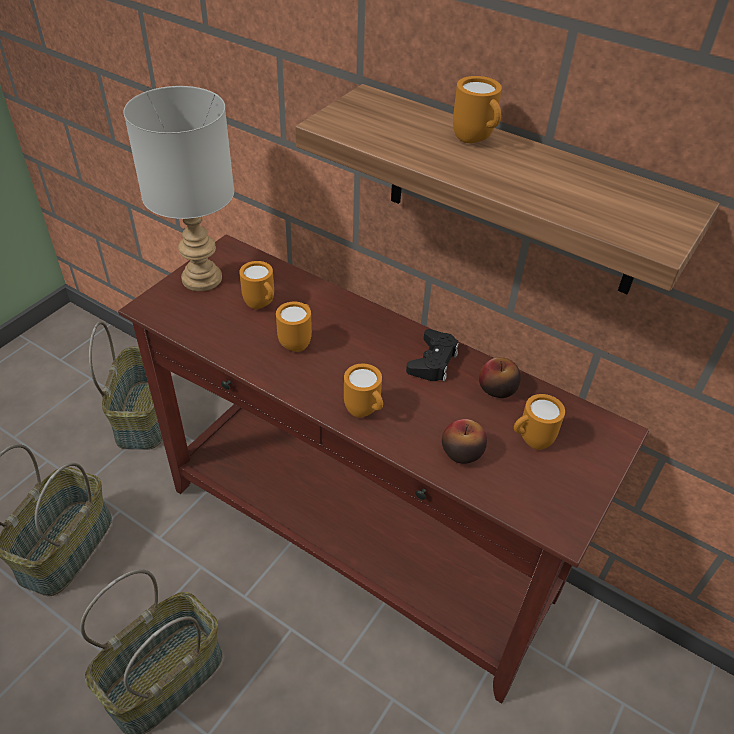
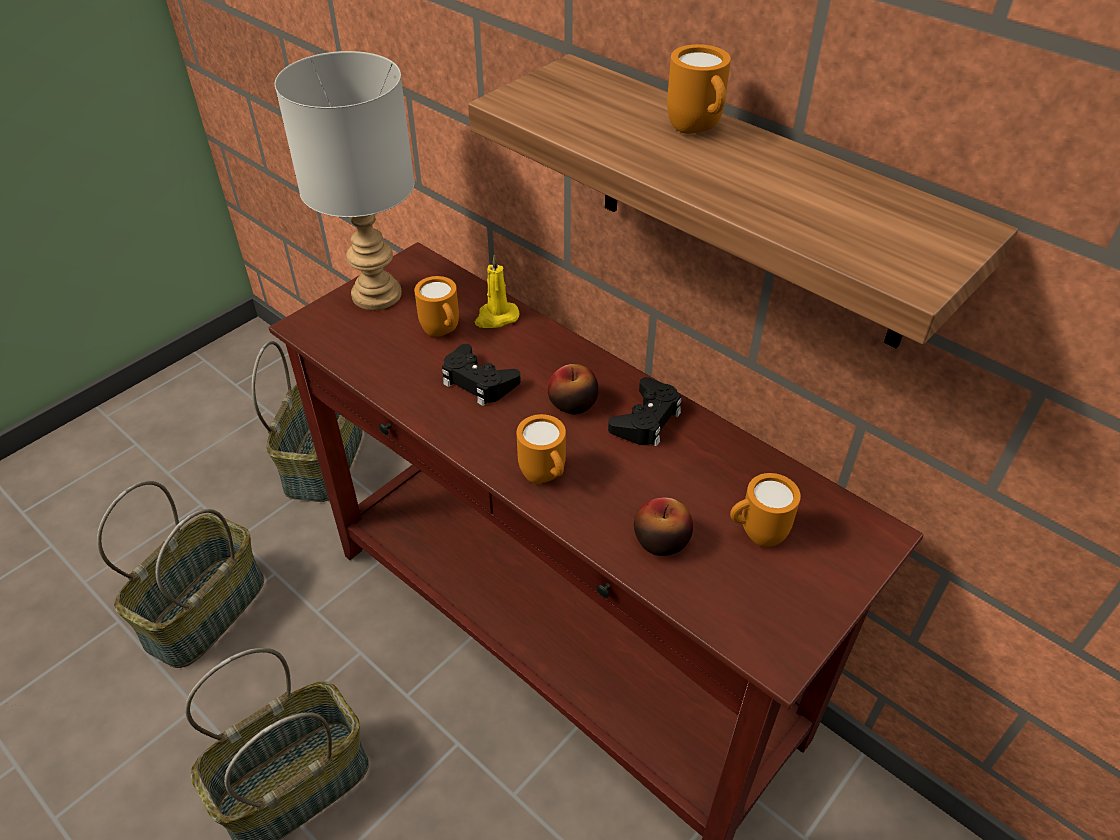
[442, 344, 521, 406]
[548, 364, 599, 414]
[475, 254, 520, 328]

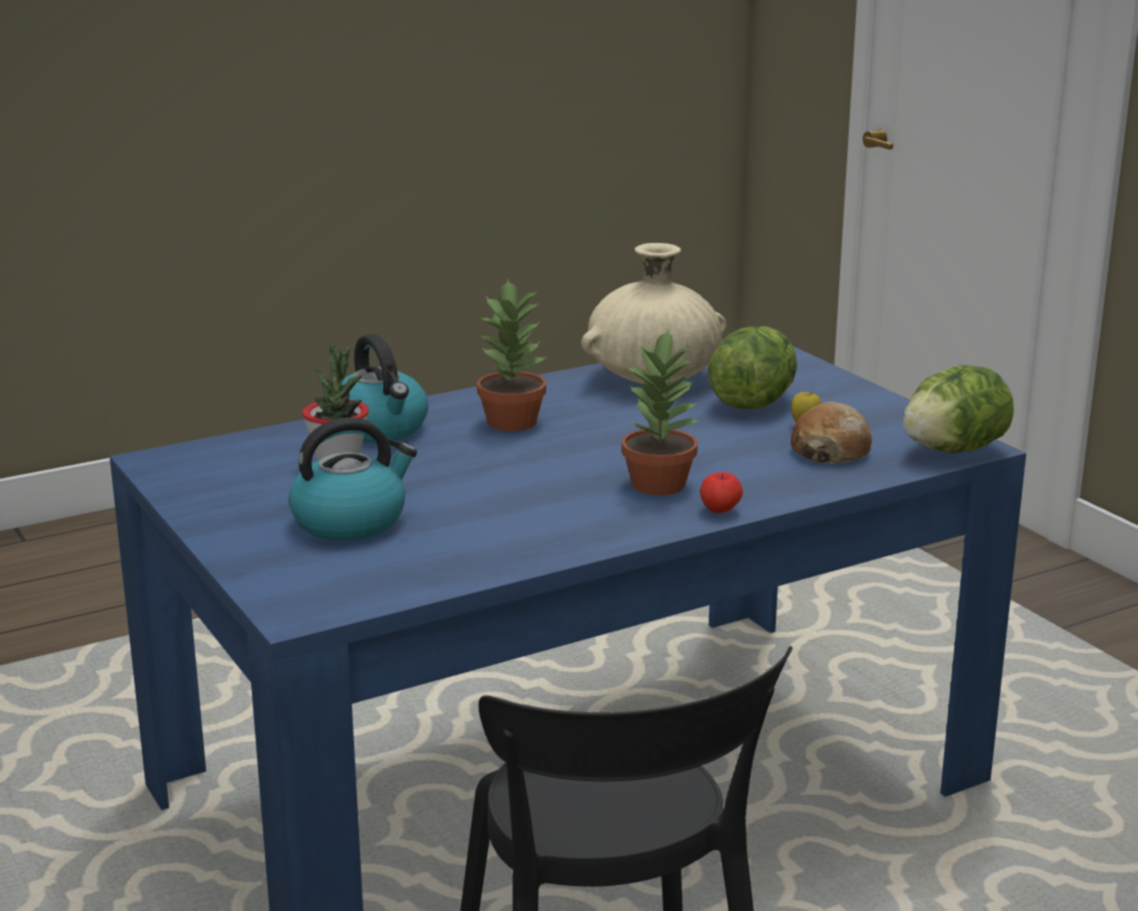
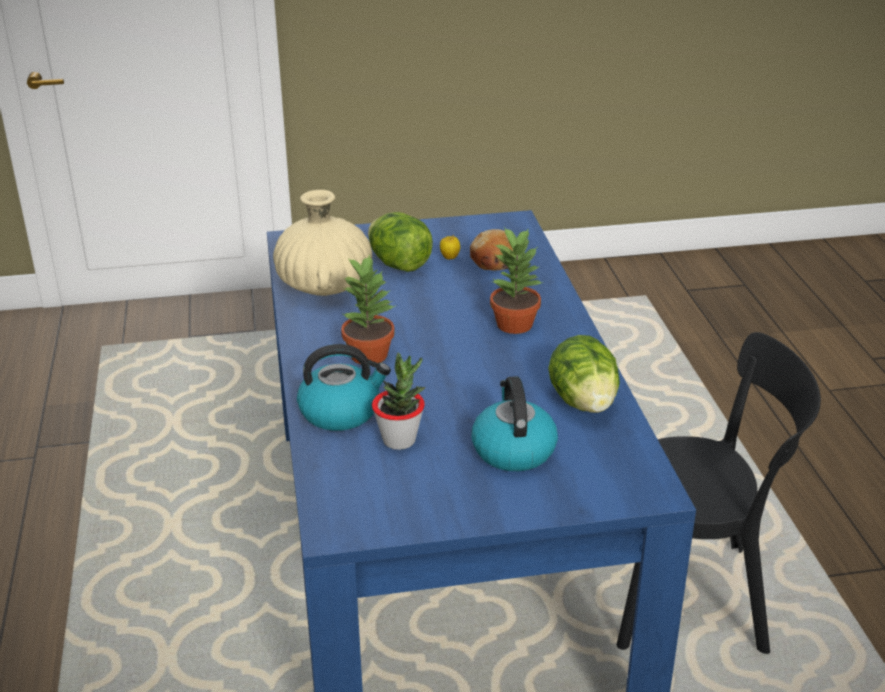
[700, 472, 743, 513] (first image)
[548, 335, 620, 413]

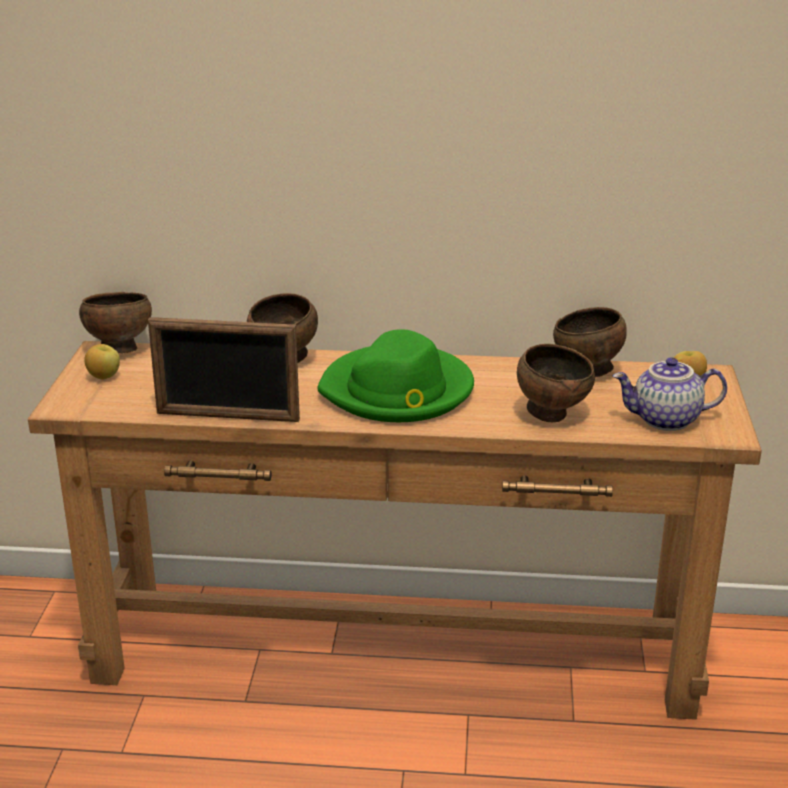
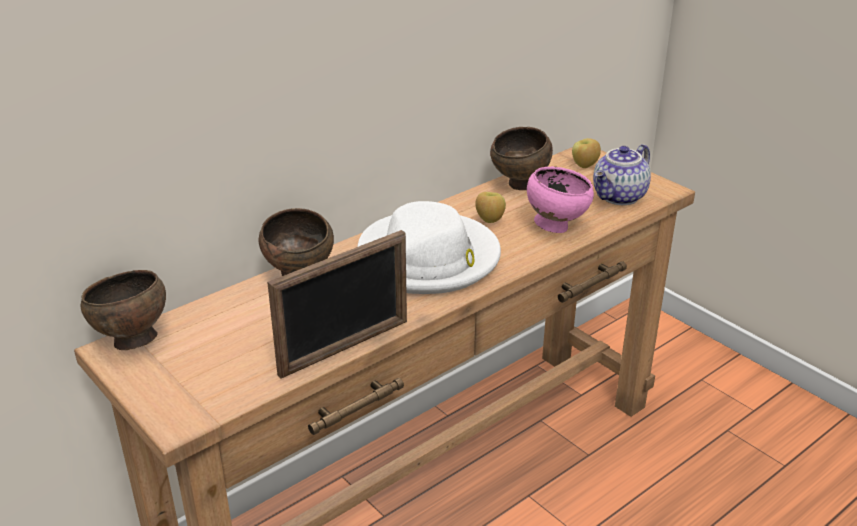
[475, 192, 506, 223]
[358, 201, 501, 294]
[527, 166, 594, 233]

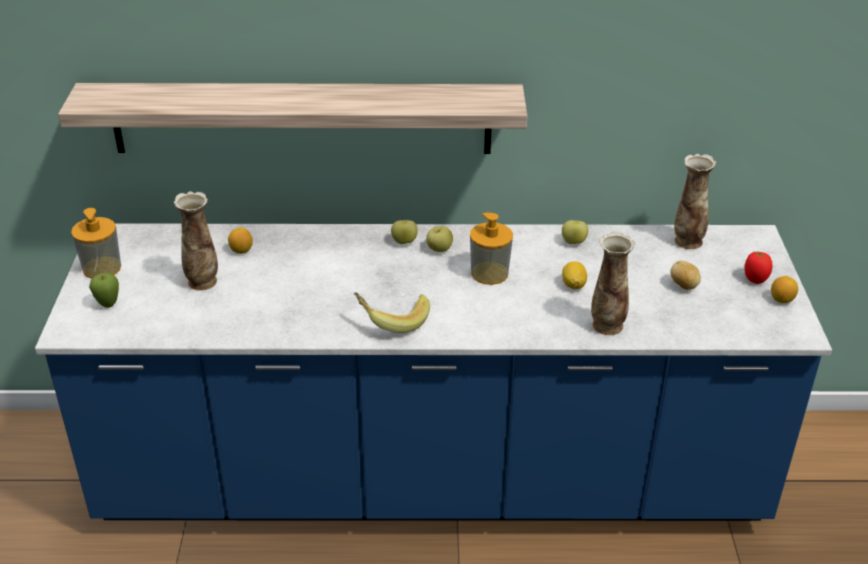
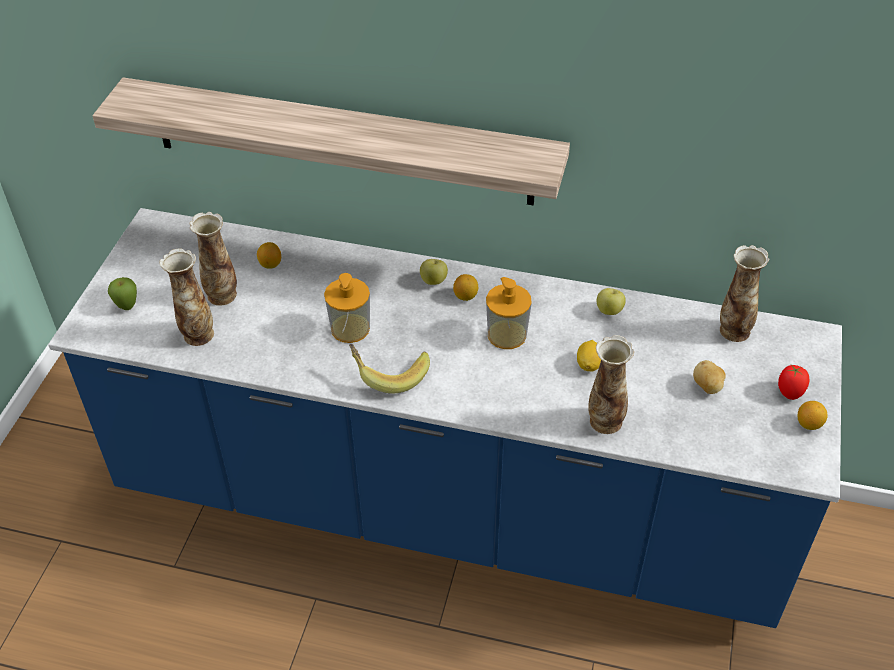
[324, 273, 370, 343]
[453, 274, 478, 301]
[159, 248, 214, 346]

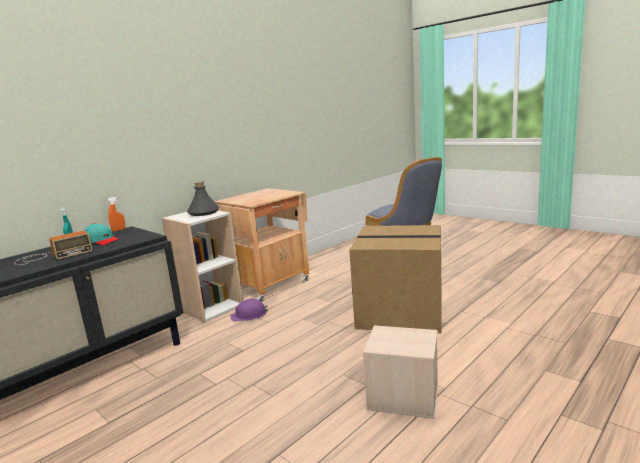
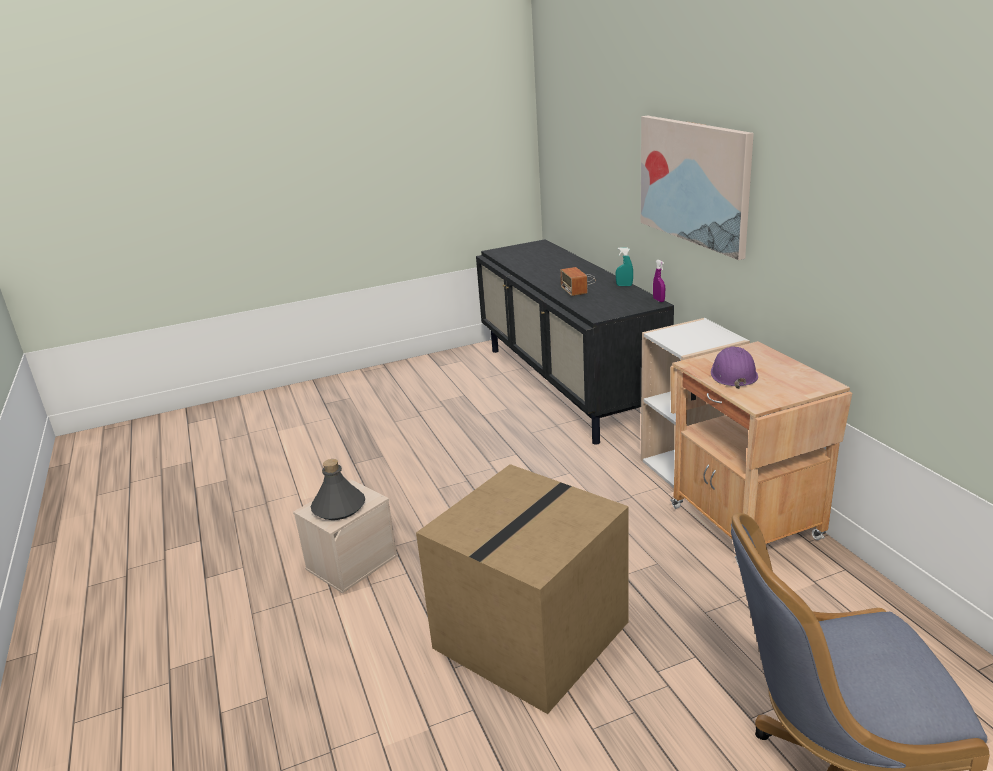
[84, 223, 120, 245] (first image)
[653, 260, 665, 302]
[311, 459, 365, 520]
[711, 346, 758, 389]
[641, 116, 754, 260]

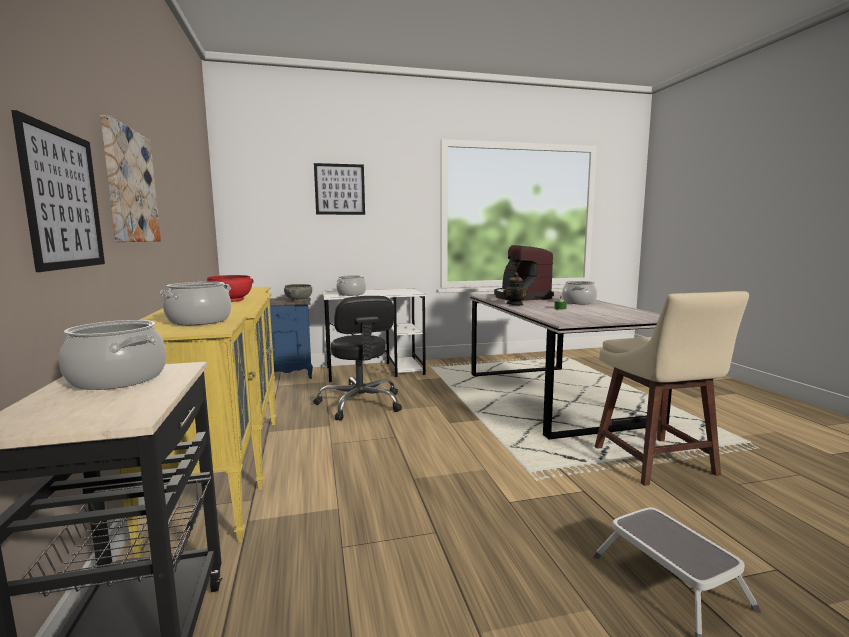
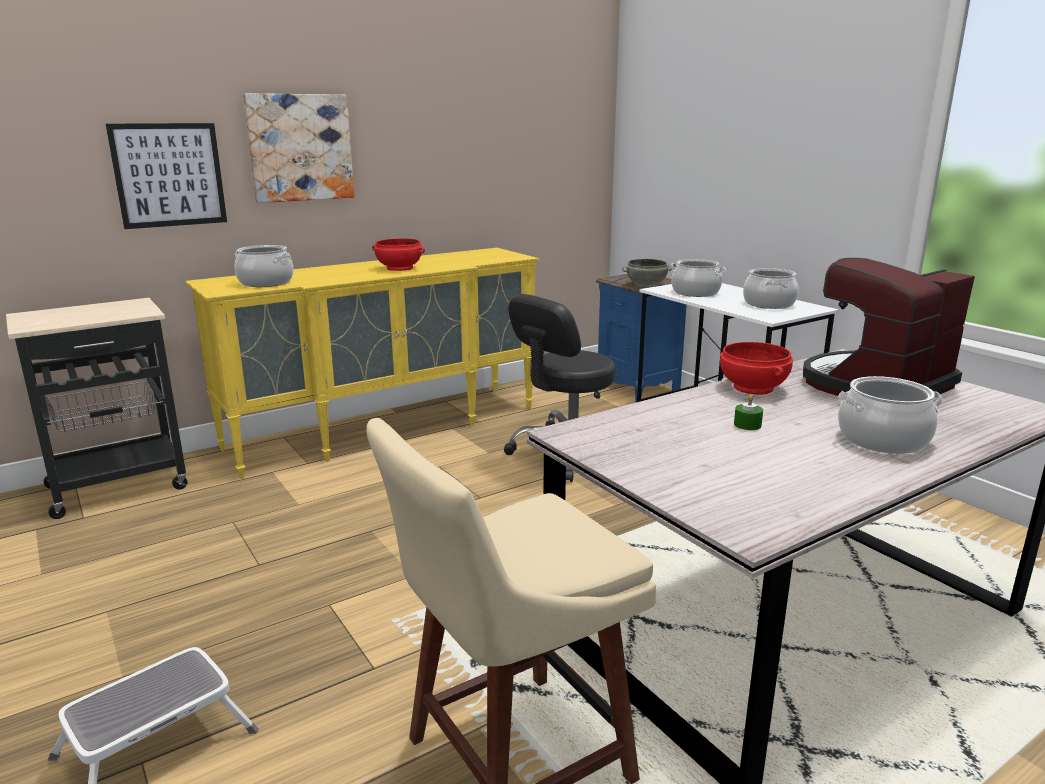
[743, 268, 799, 309]
[314, 163, 365, 215] (first image)
[720, 342, 793, 395]

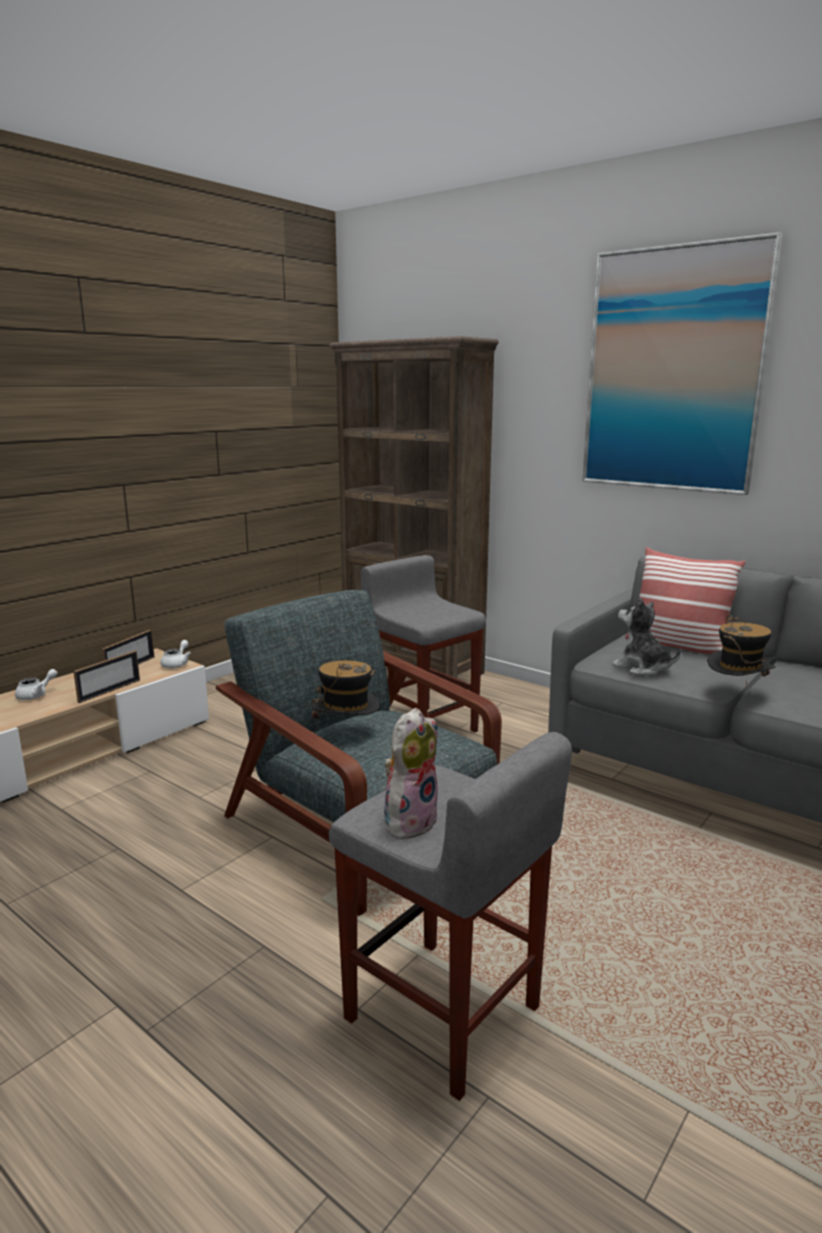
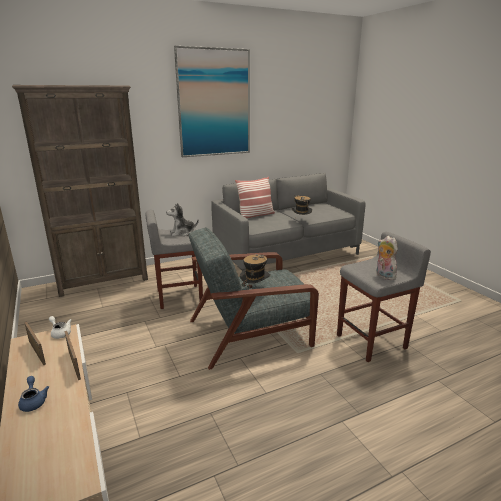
[18, 376, 49, 412]
[166, 202, 199, 236]

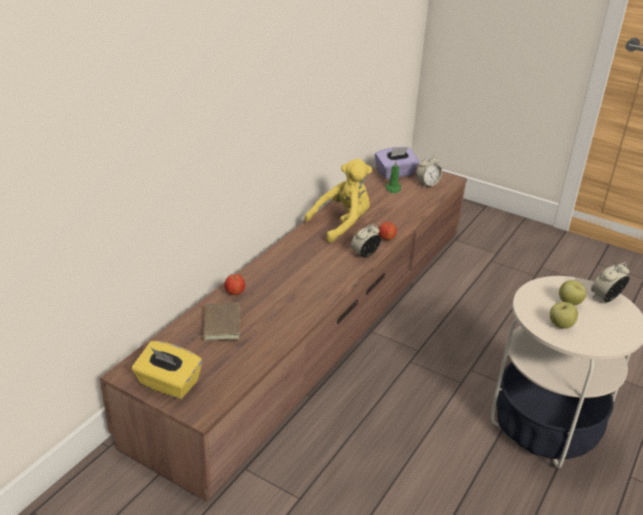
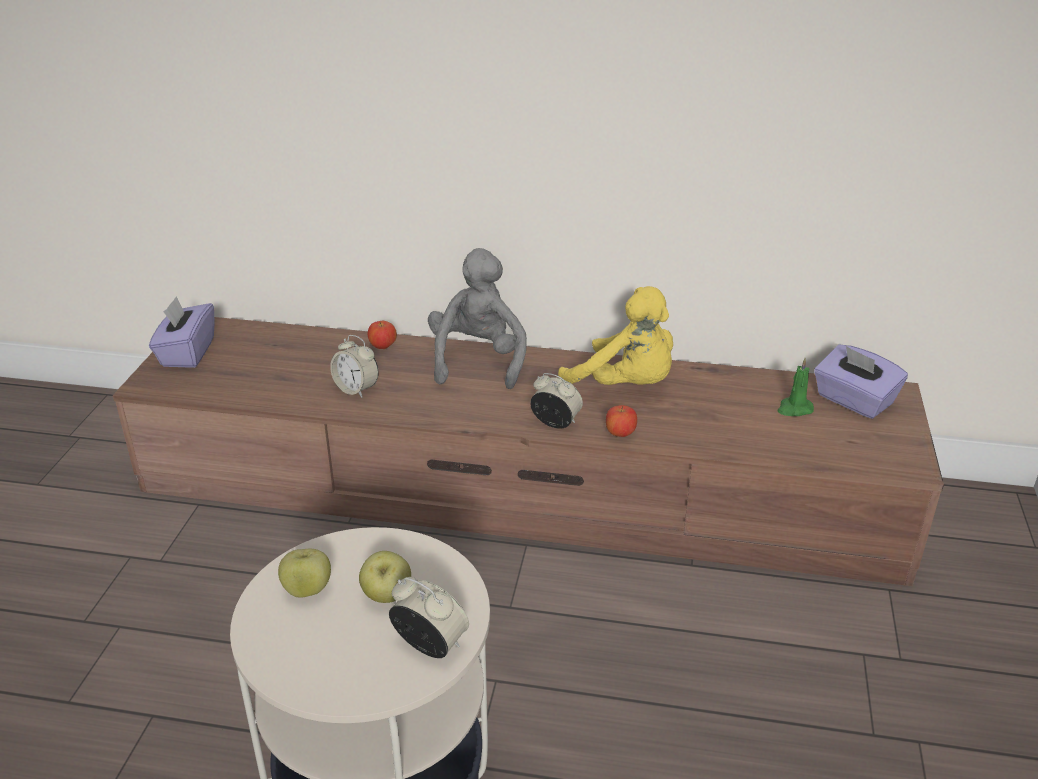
[149, 296, 215, 368]
[191, 302, 240, 341] (first image)
[330, 335, 379, 398]
[428, 248, 527, 389]

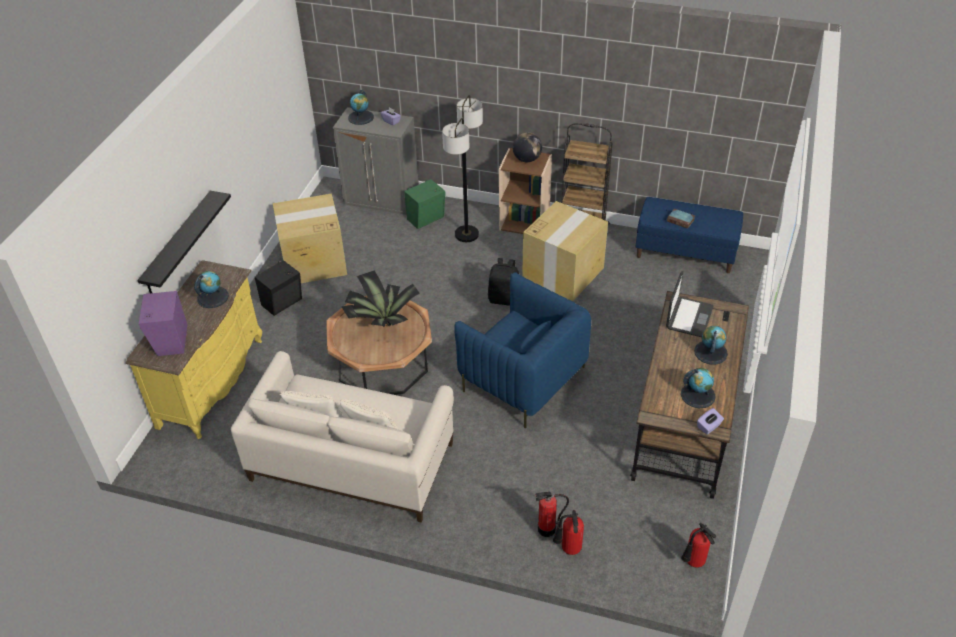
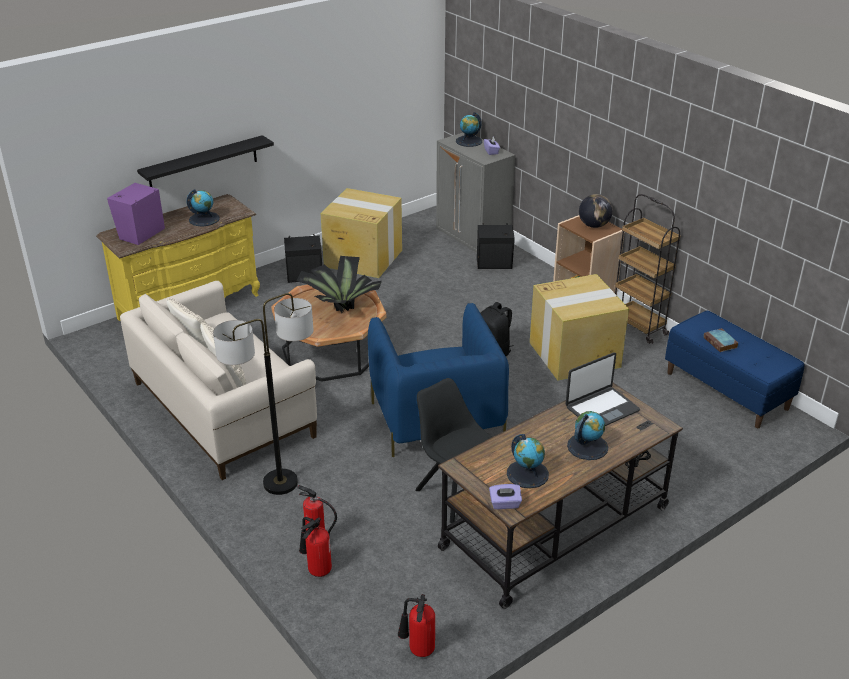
[477, 223, 515, 269]
[213, 293, 314, 495]
[416, 378, 492, 523]

